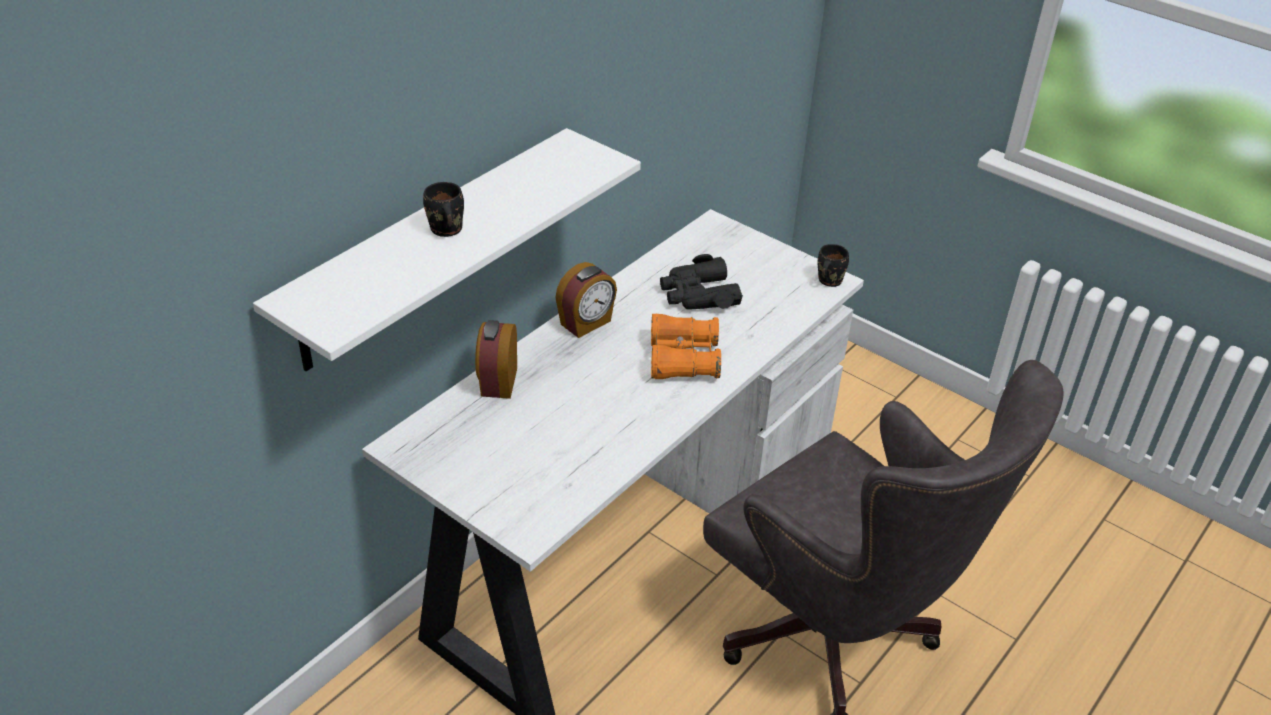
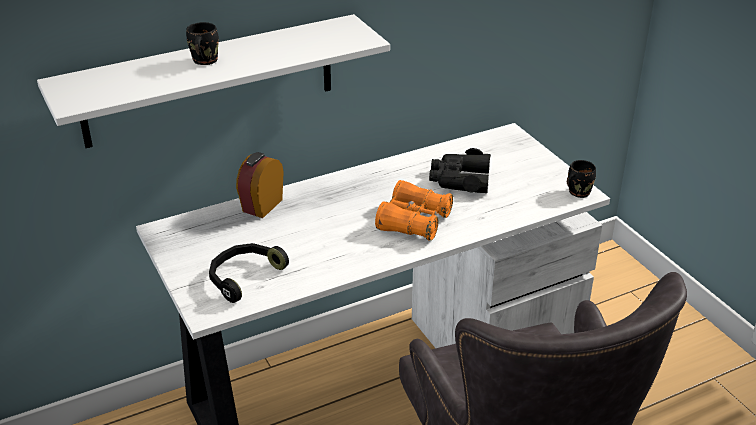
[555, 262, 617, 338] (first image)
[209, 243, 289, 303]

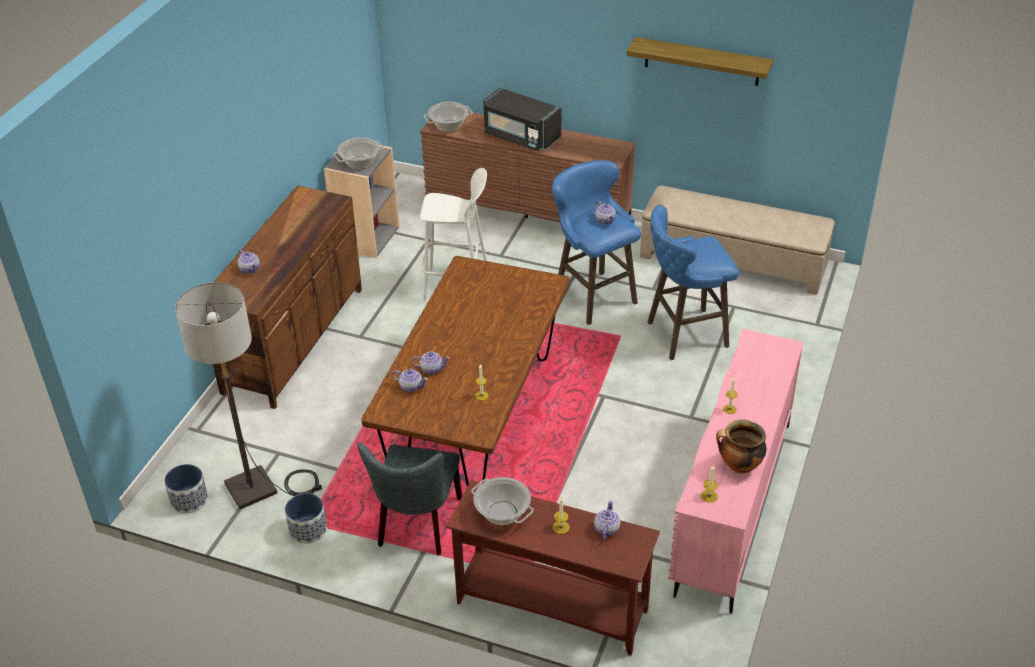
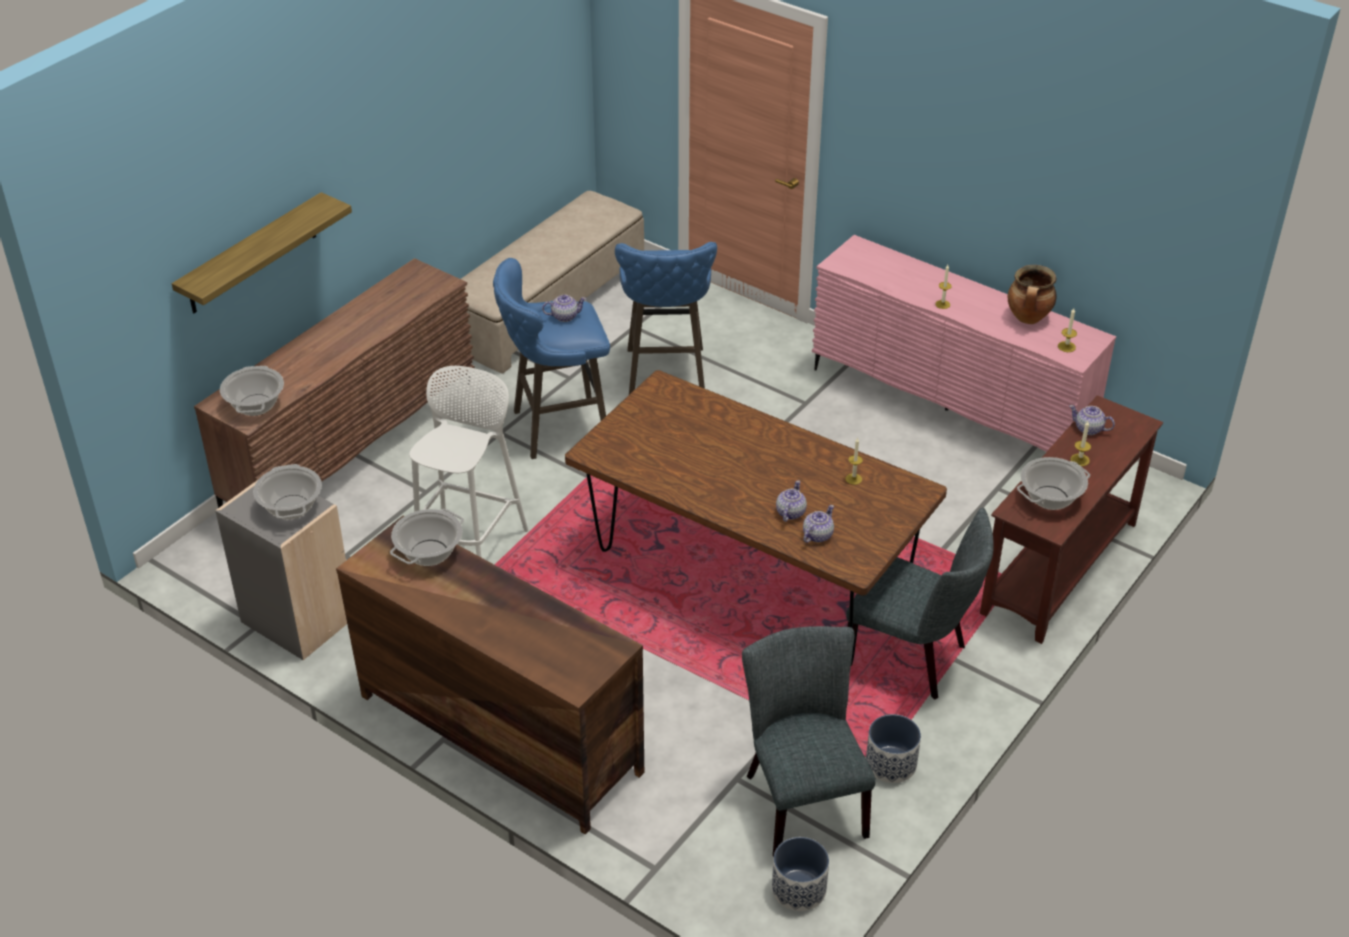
[742, 626, 876, 857]
[238, 249, 260, 274] (first image)
[483, 88, 561, 151] (first image)
[172, 192, 352, 313]
[390, 509, 464, 566]

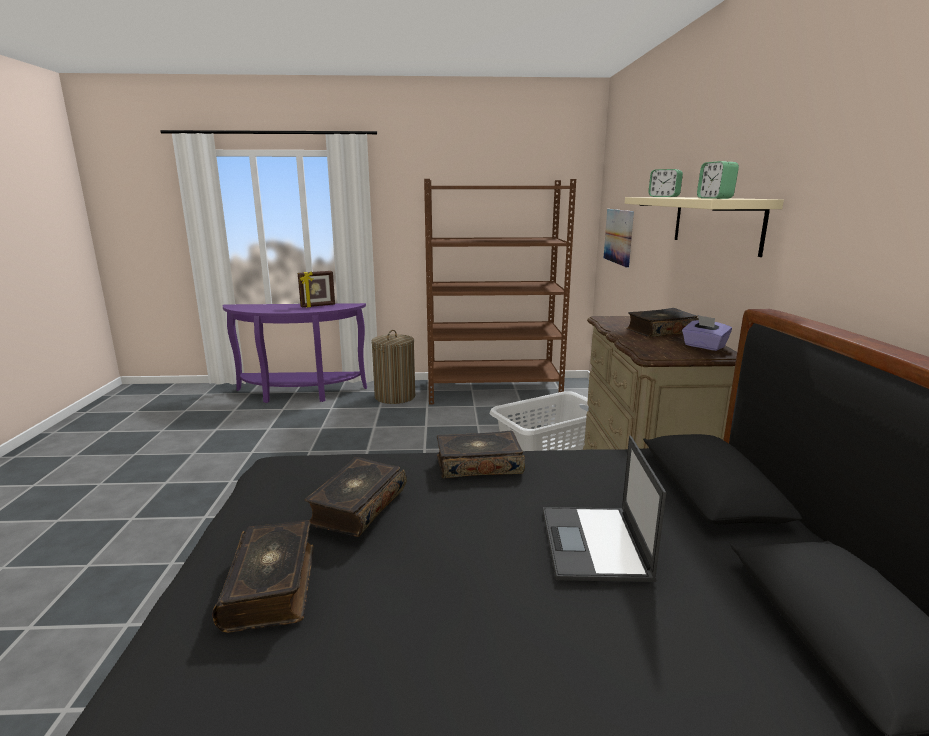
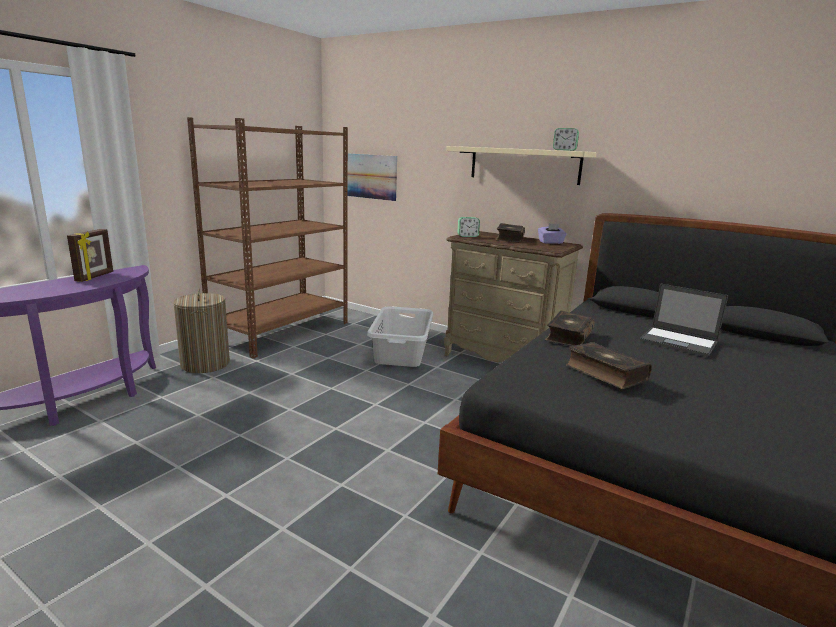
[212, 520, 314, 633] (first image)
[458, 217, 480, 237]

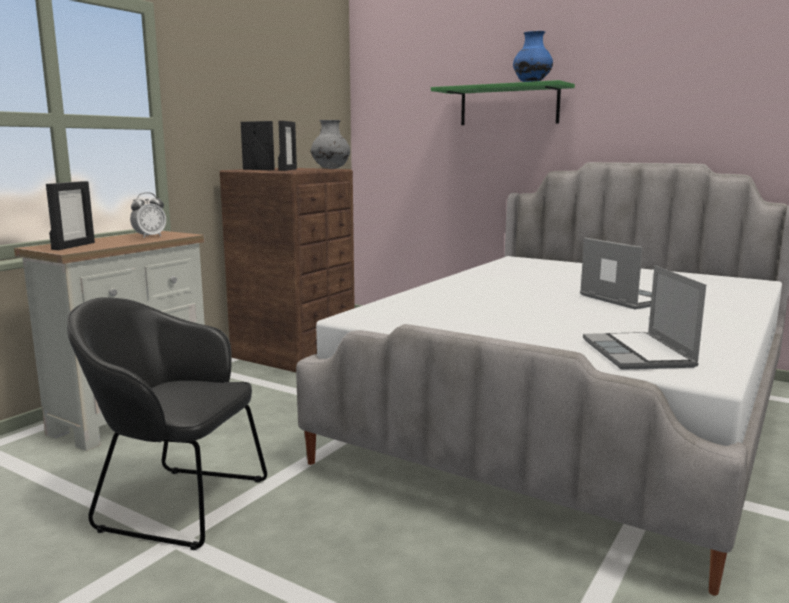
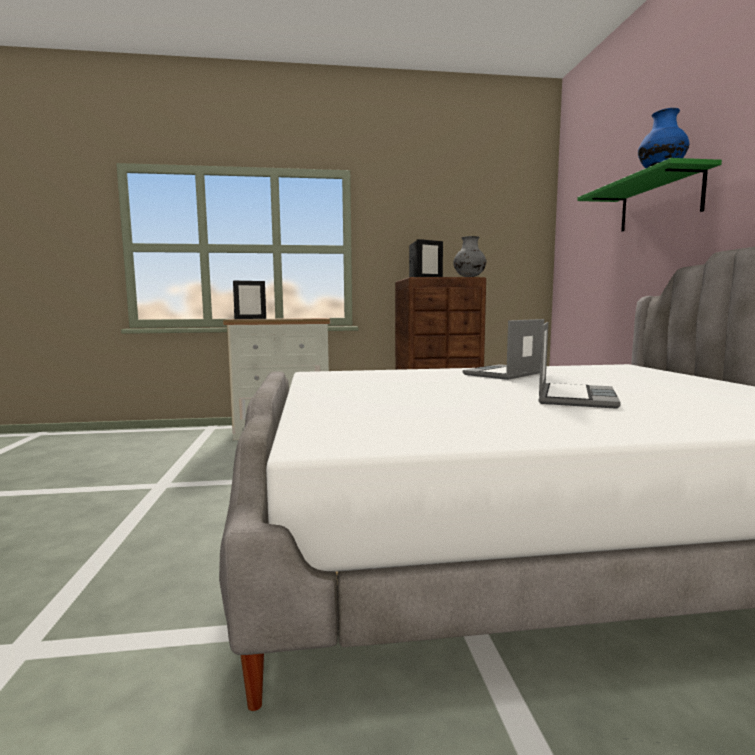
[67, 297, 267, 550] (first image)
[130, 192, 166, 238] (first image)
[463, 319, 544, 380]

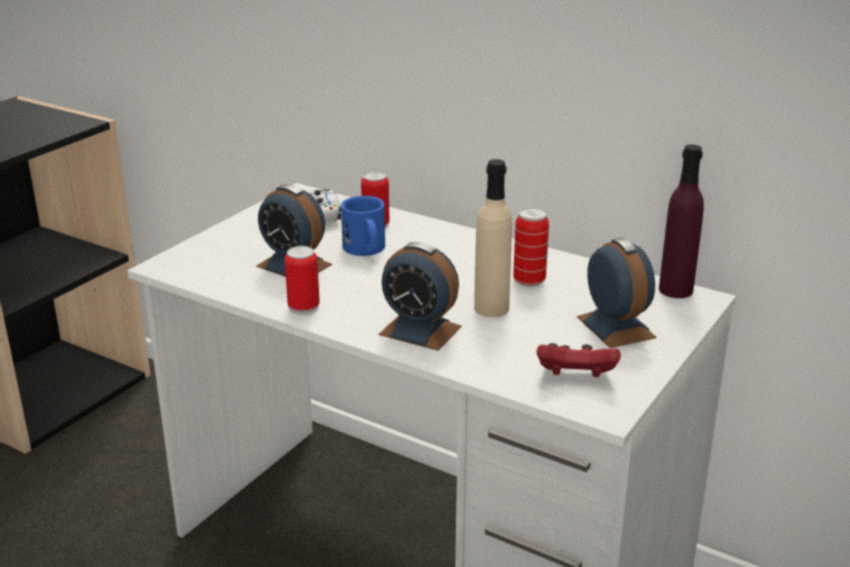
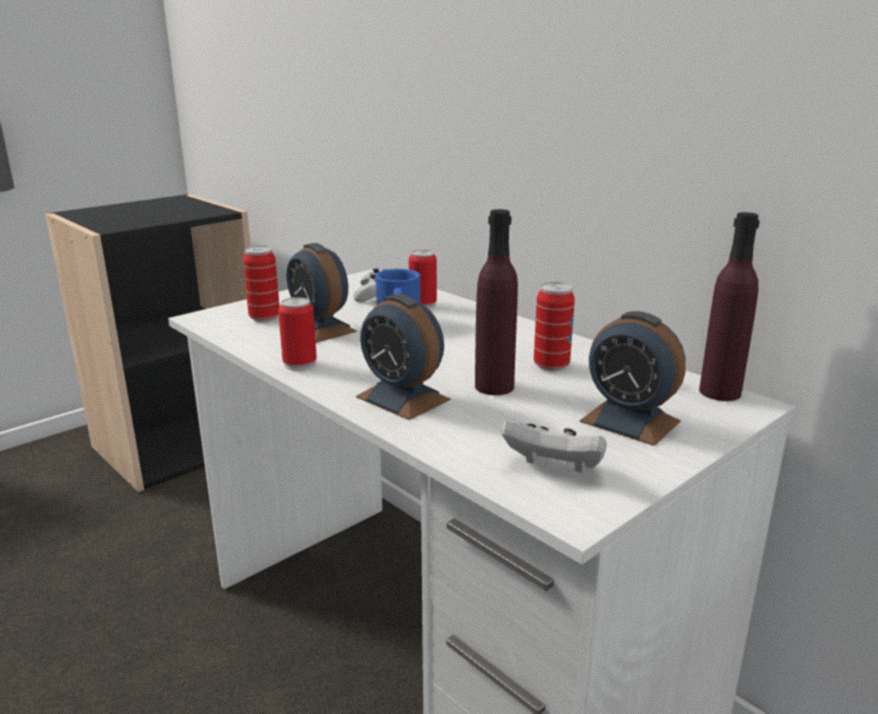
[475, 209, 518, 395]
[502, 420, 607, 473]
[579, 311, 686, 446]
[243, 246, 279, 322]

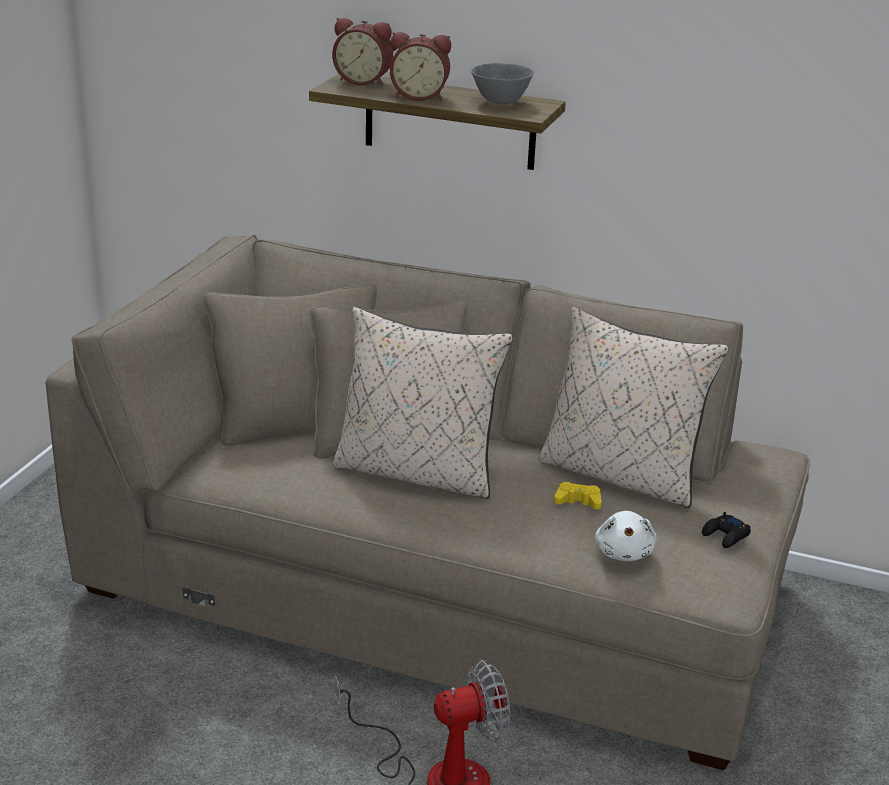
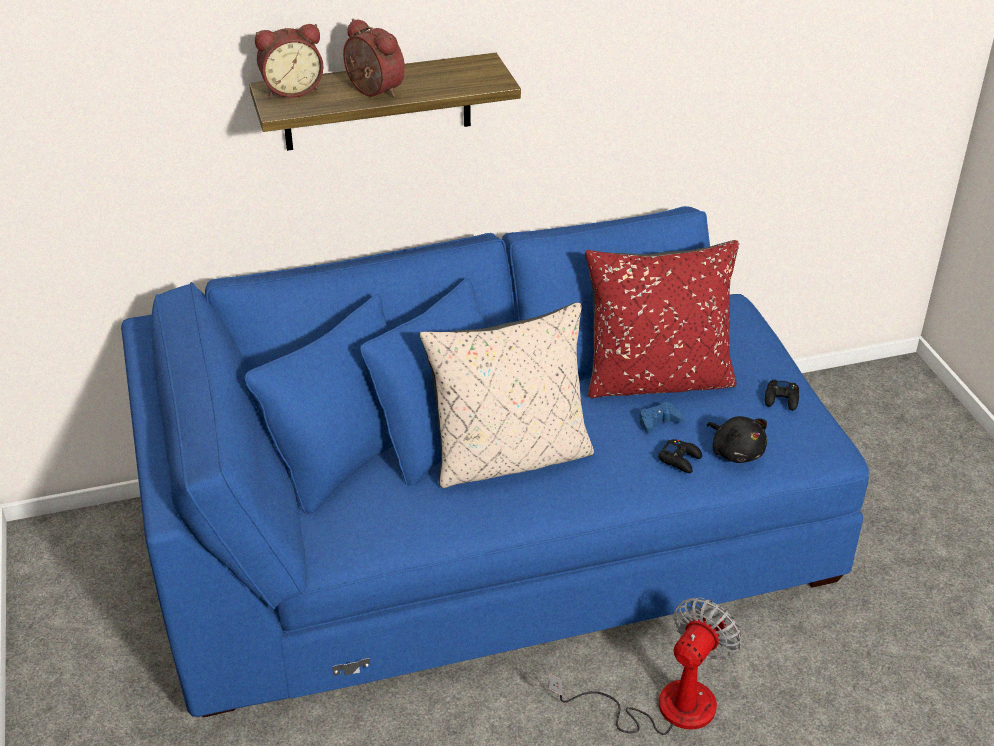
[121, 206, 869, 717]
[343, 18, 405, 97]
[471, 63, 534, 104] (first image)
[585, 240, 739, 398]
[639, 402, 684, 433]
[707, 416, 767, 463]
[658, 439, 702, 473]

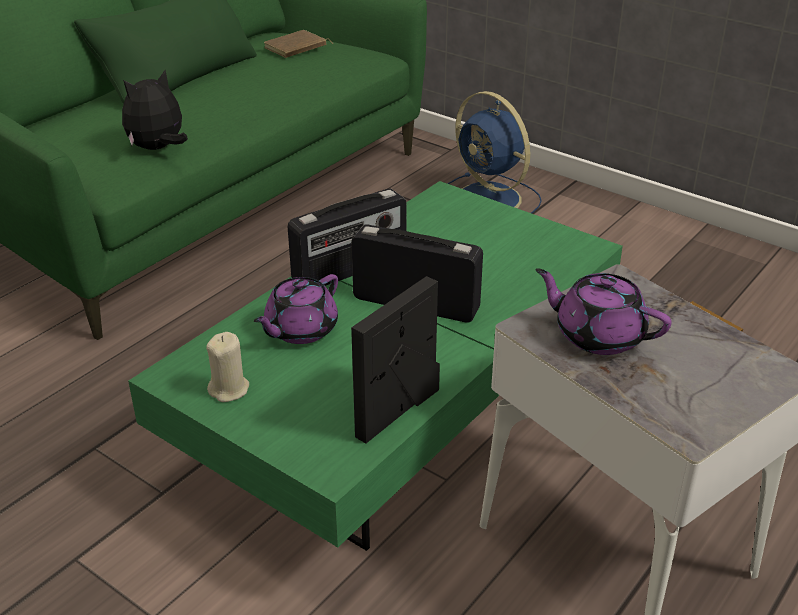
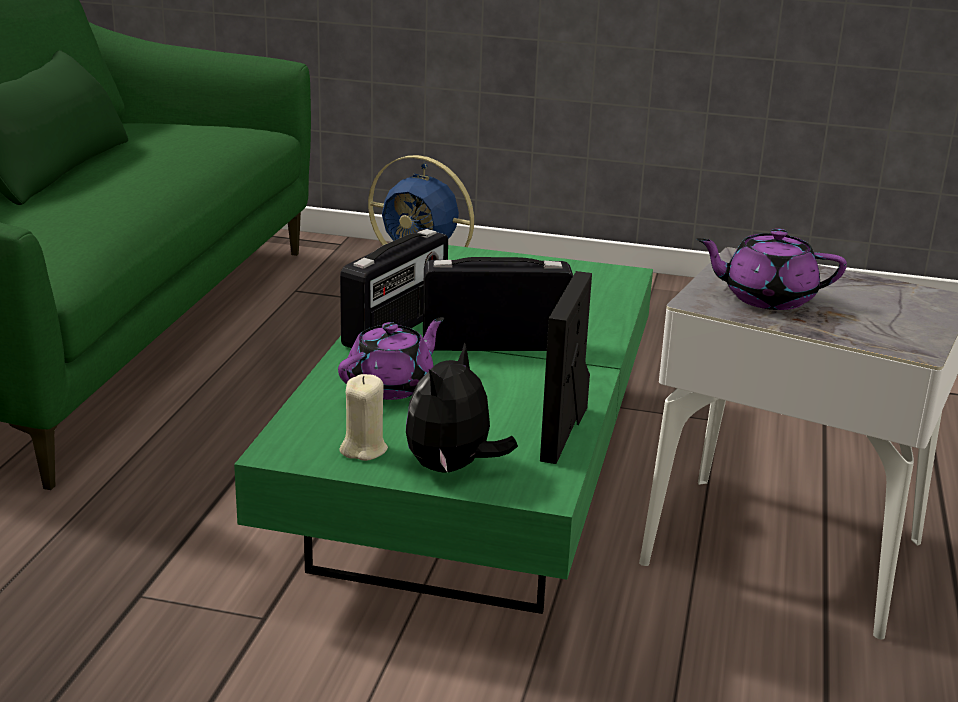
[406, 342, 518, 473]
[338, 317, 444, 400]
[264, 30, 333, 58] (first image)

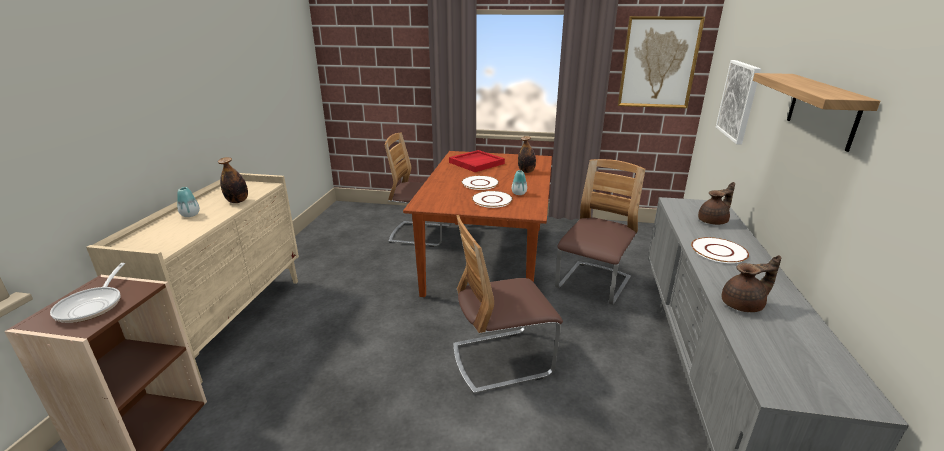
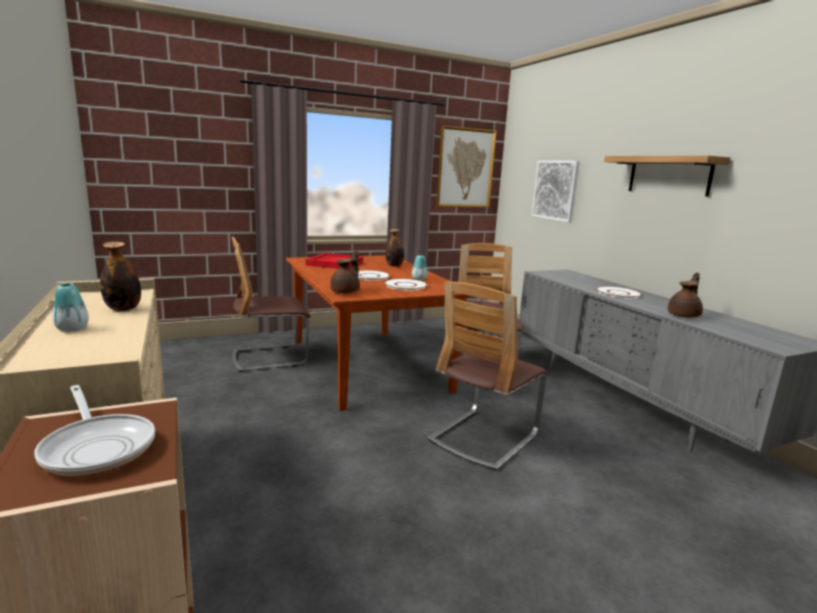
[330, 250, 360, 293]

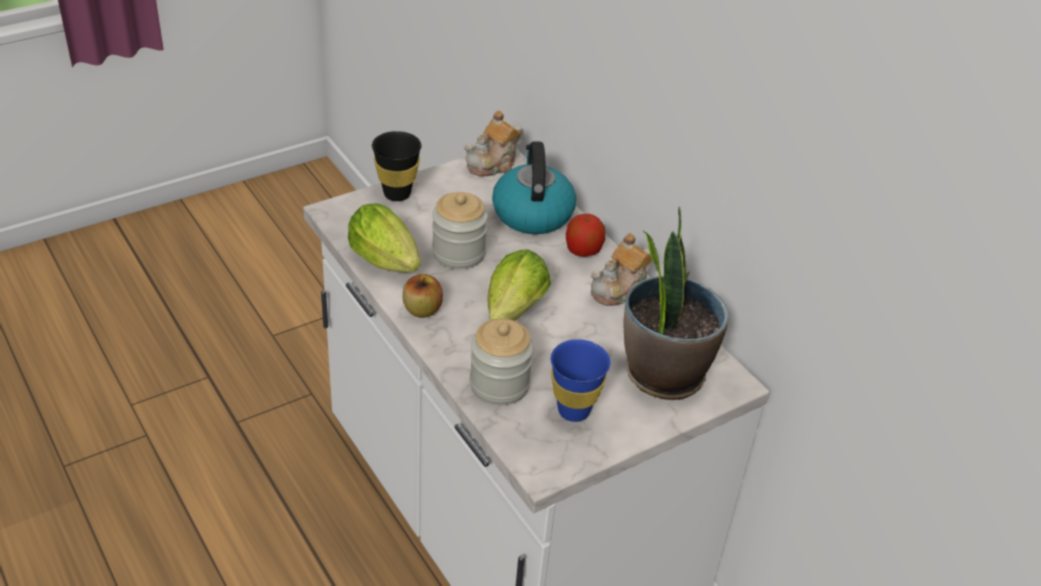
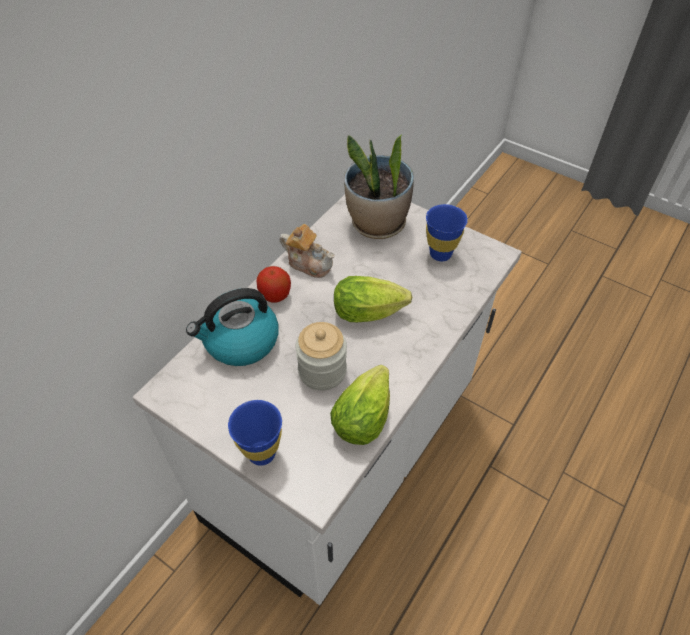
[228, 400, 282, 466]
[403, 274, 443, 318] (first image)
[464, 111, 524, 177] (first image)
[470, 318, 534, 405] (first image)

